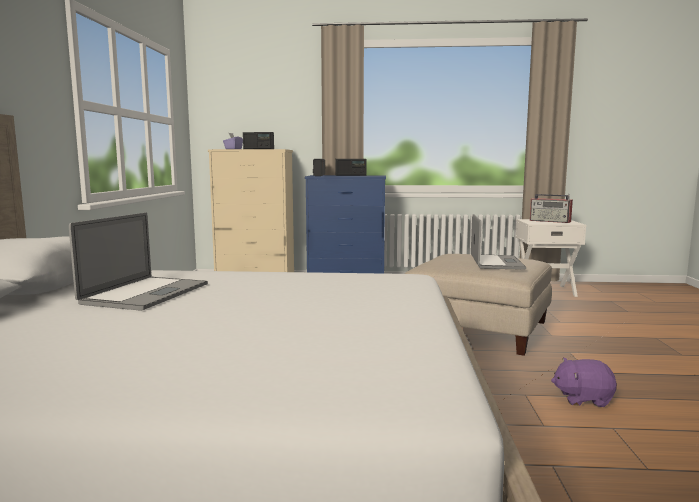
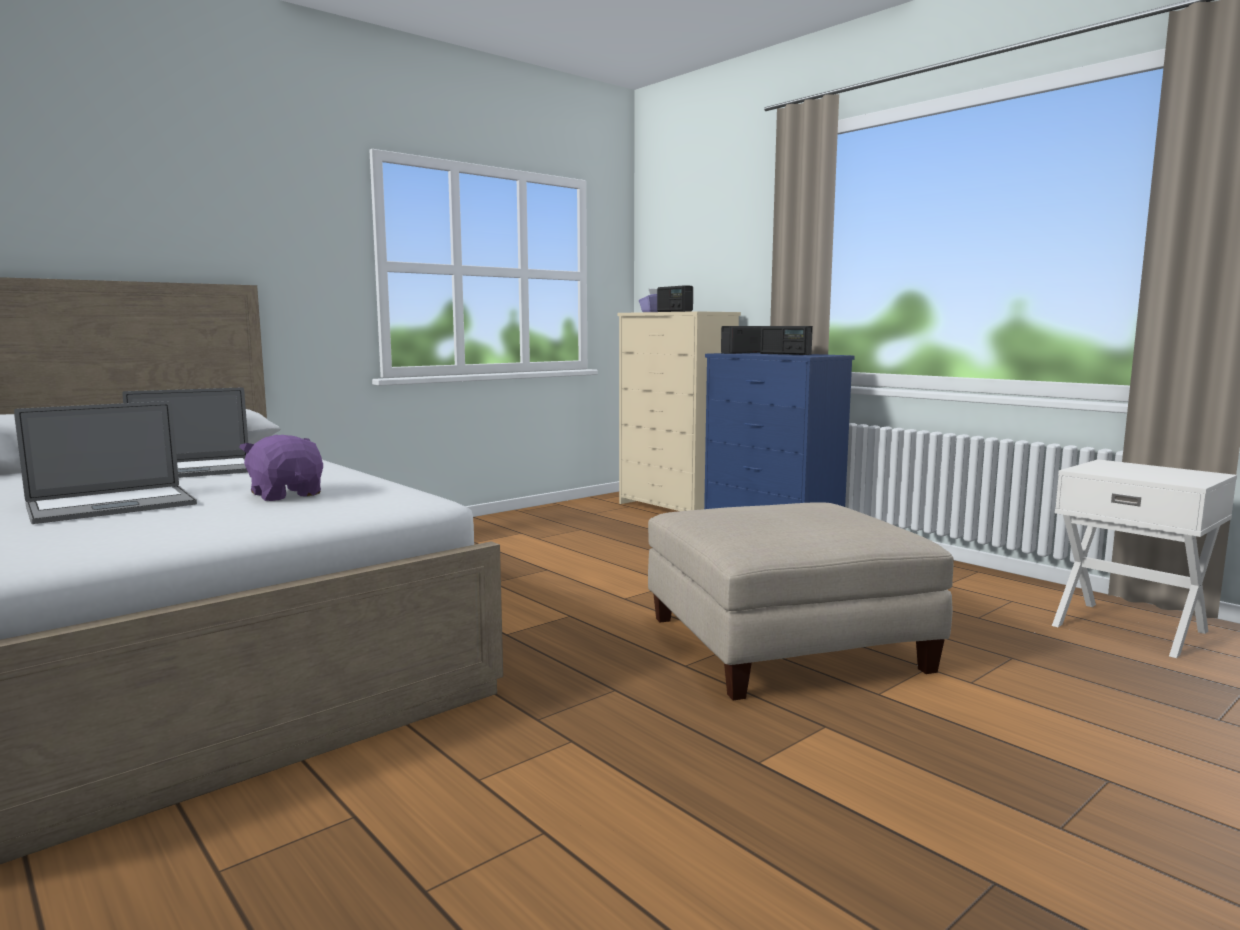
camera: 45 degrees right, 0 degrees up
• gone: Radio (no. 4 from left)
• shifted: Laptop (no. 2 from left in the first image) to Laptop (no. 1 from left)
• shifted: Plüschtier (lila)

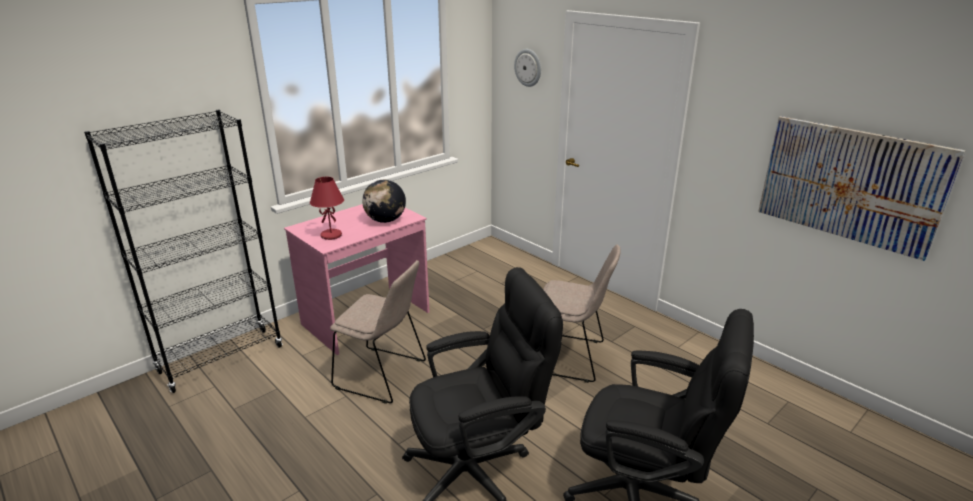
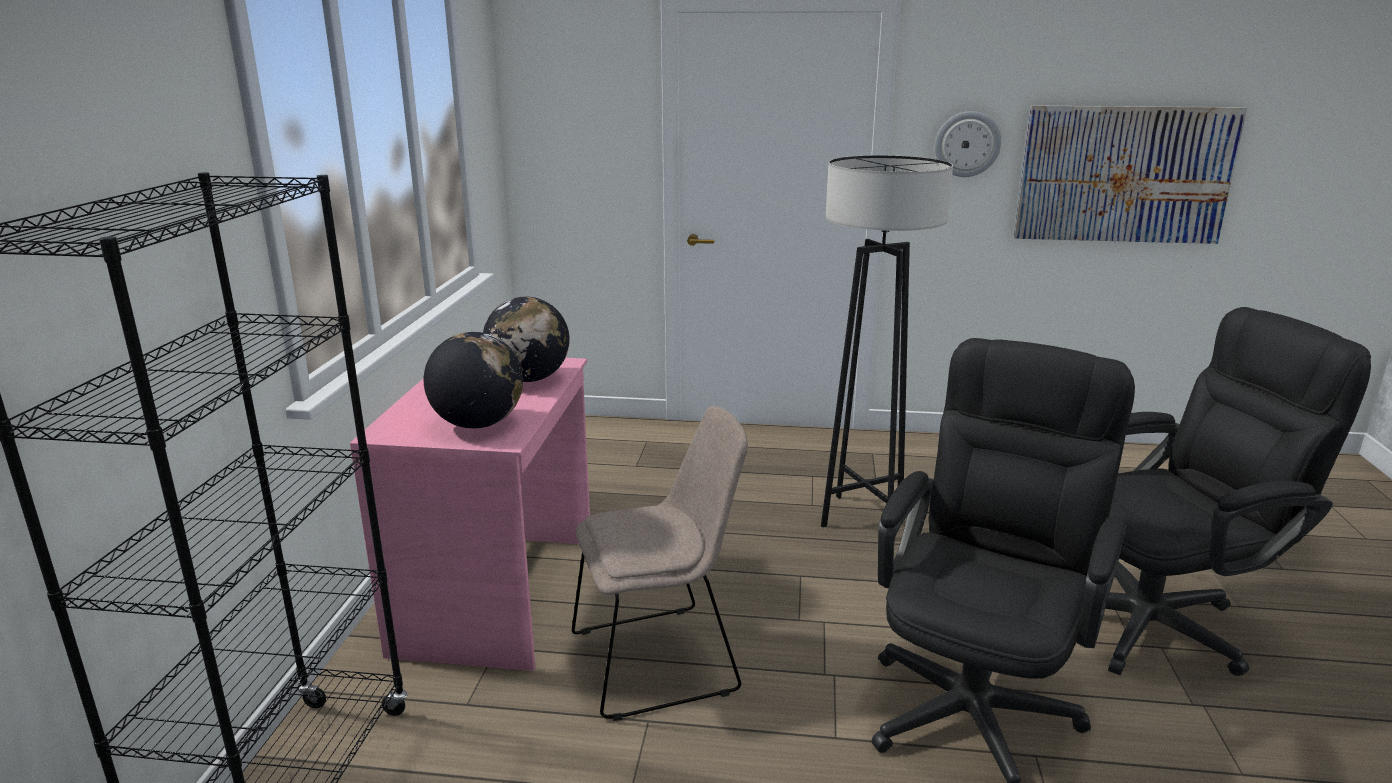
camera: 40 degrees left, 5 degrees down
• shifted: Wanduhr
• swapped: Tischlampe (rot) to Globus (no. 1 from left)
• swapped: Stuhl (beige) (no. 2 from left) to Stehlampe (grau)

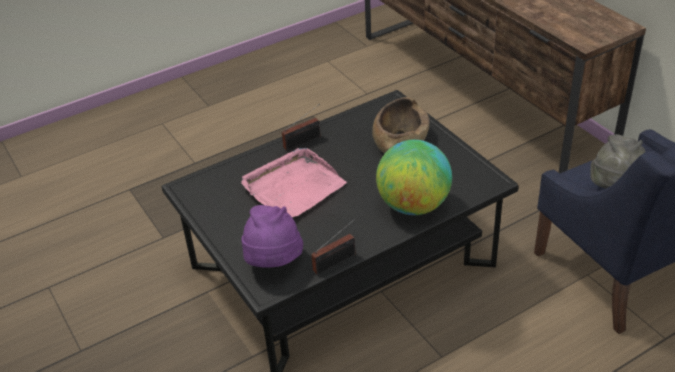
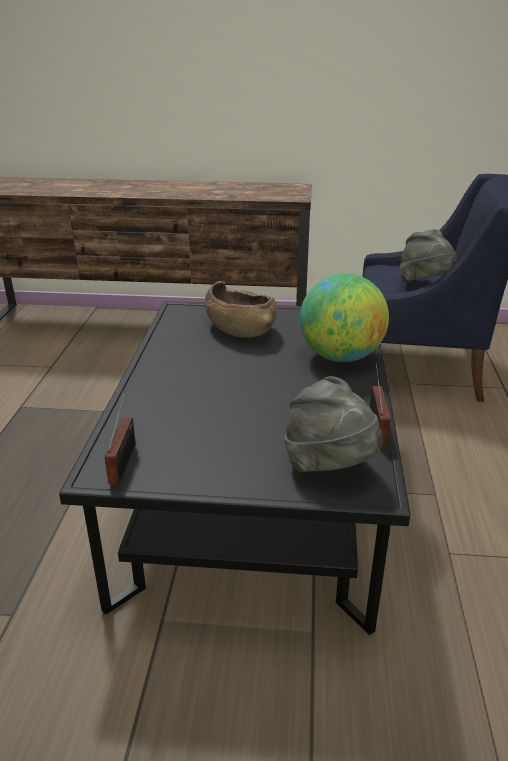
camera: 55 degrees left, 10 degrees down
• shifted: Radio (no. 1 from left)
• gone: Tablett (rosa)
• repainted: Hut (lila) to Hut (grau) (no. 1 from left)

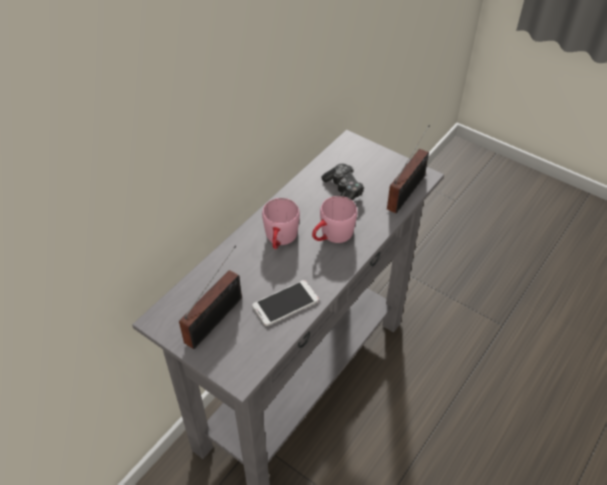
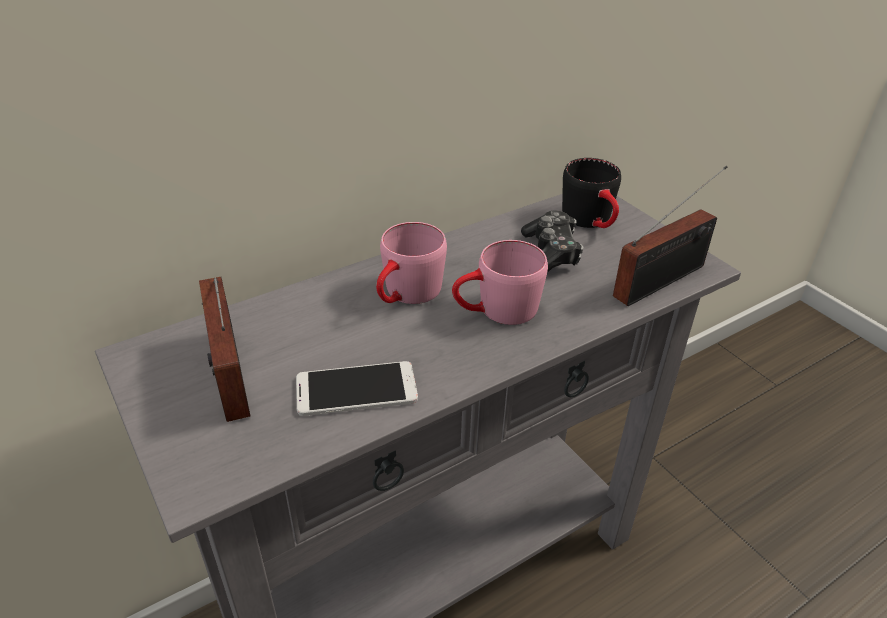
camera: 20 degrees right, 10 degrees down
• rotated: Radio (no. 1 from left) 105 degrees clockwise
• new: Henkelbecher (schwarz)

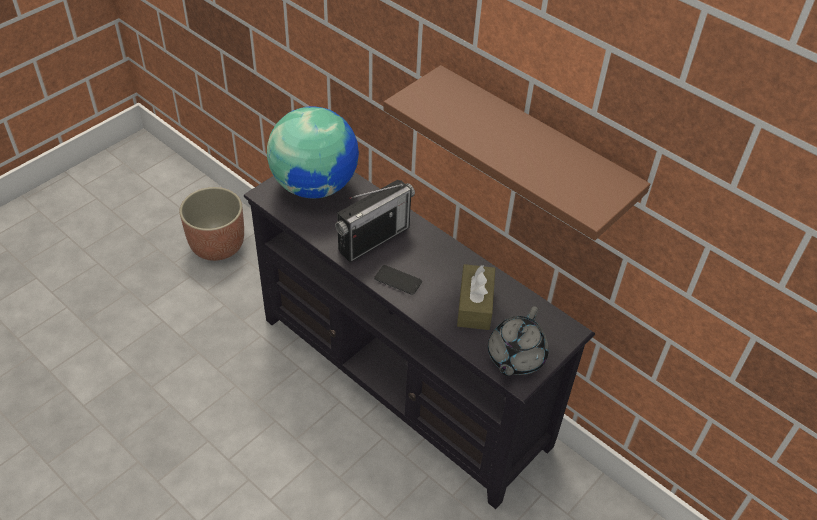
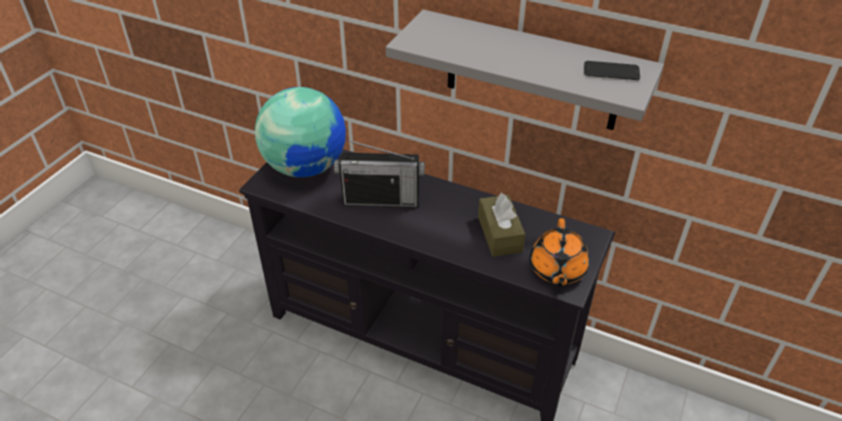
camera: 15 degrees left, 5 degrees down
• repainted: Wandregal (braun) to Wandregal (grau)
• rotated: Radio 60 degrees clockwise
• gone: Pflanzkübel
• shifted: Handy
• repainted: Teekanne (grau) to Teekanne (orange)

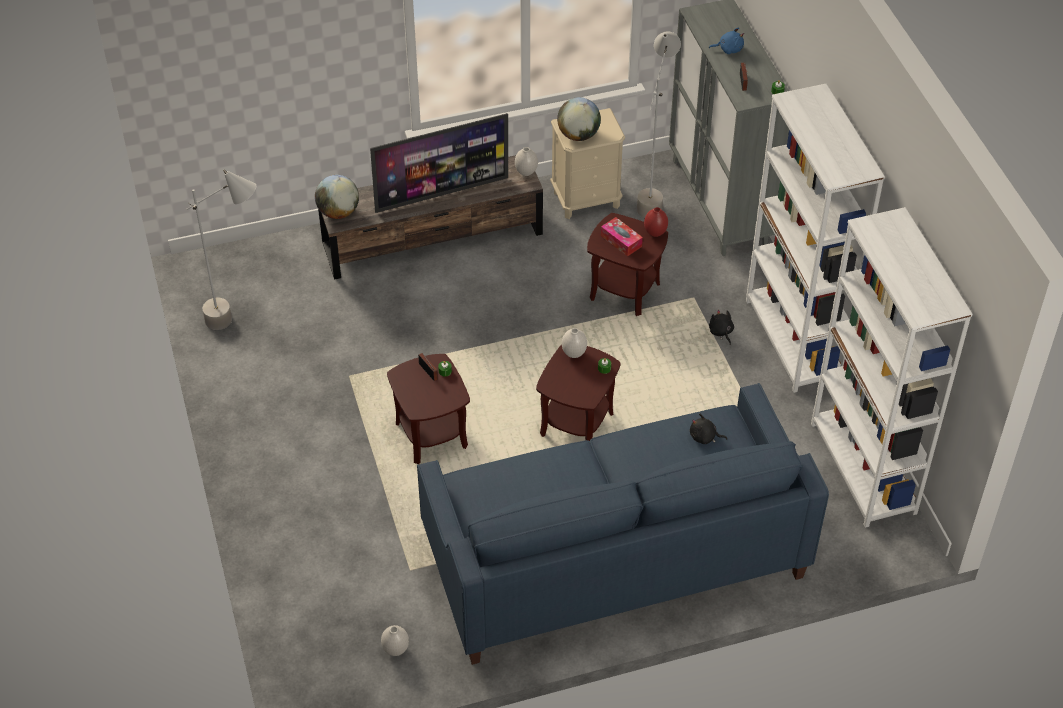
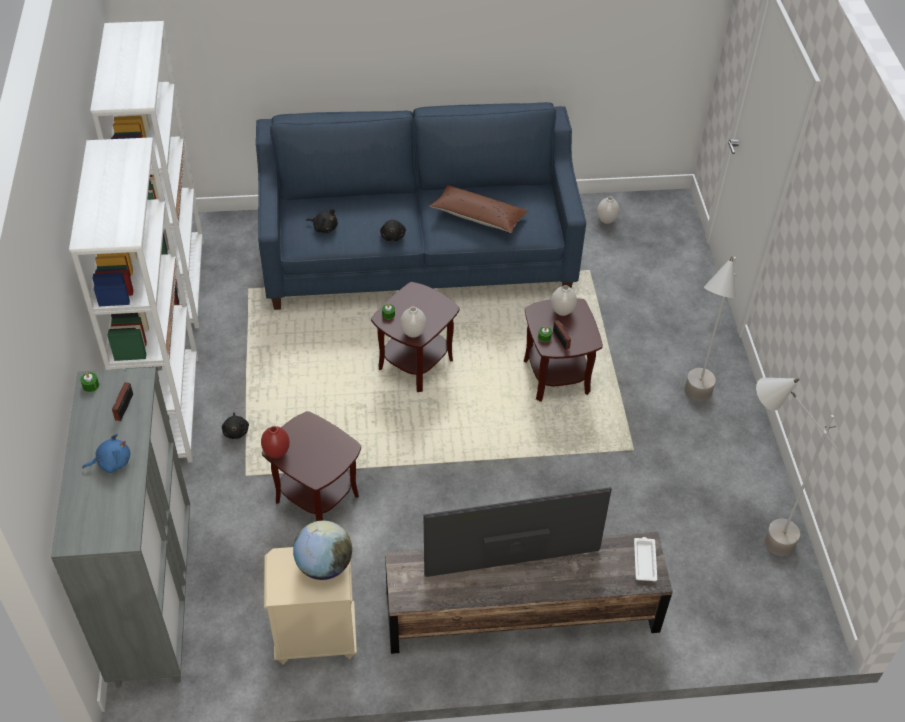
camera: 170 degrees left, 0 degrees up
• rotated: Plüschtier (blau) 150 degrees clockwise
• shifted: Stehlampe (grau) (no. 2 from left in the first image) to Stehlampe (grau) (no. 1 from left)
• shifted: Vase (weiß) (no. 2 from left)
• swapped: Globus (no. 1 from left) to Tablett (weiß)
• gone: Taschentuchbox
• new: Kissen (braun)
• new: Plüschtier (schwarz) (no. 3 from left)

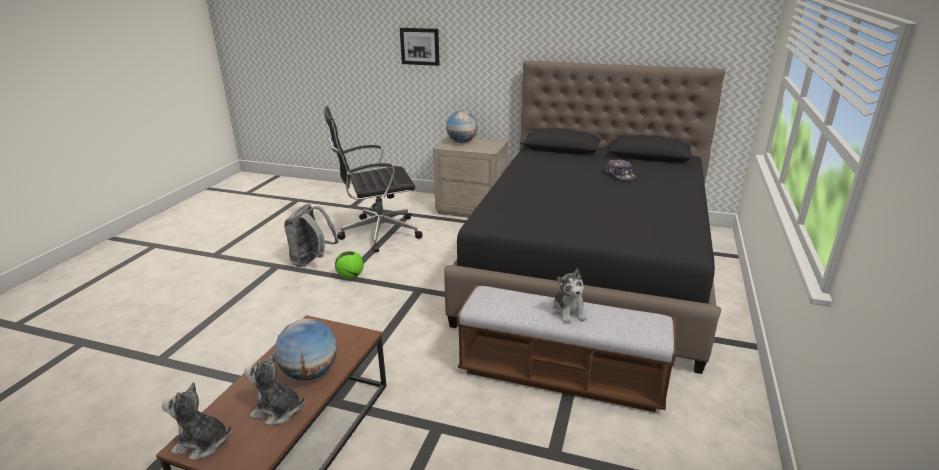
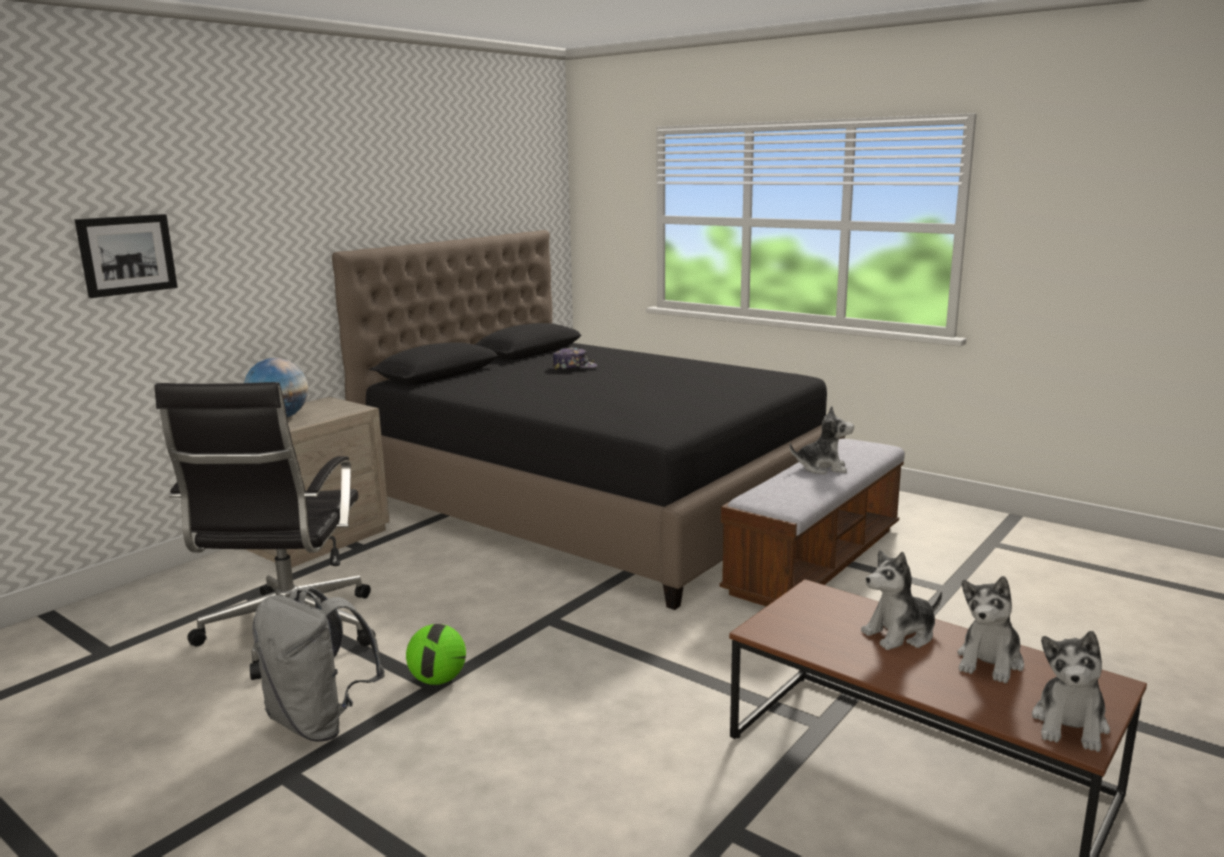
camera: 70 degrees left, 10 degrees down
• swapped: Globus (no. 1 from left) to Plüschtier (no. 2 from left)

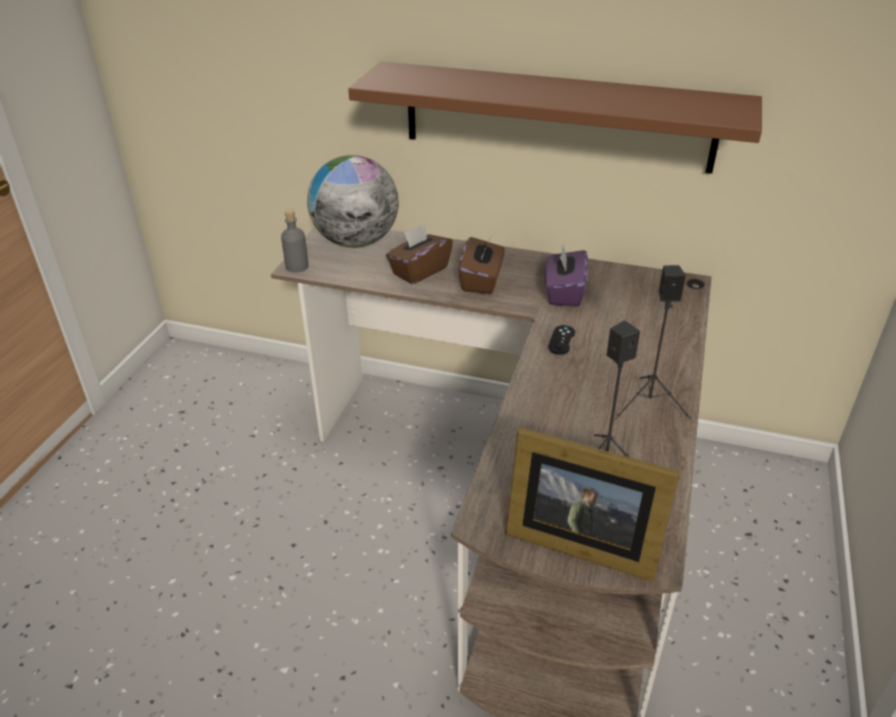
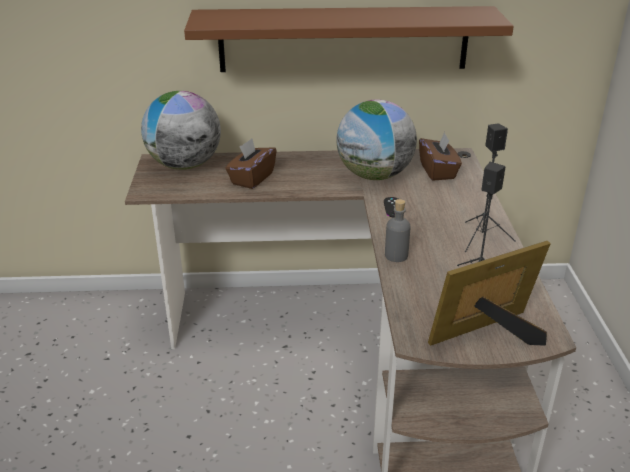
camera: 20 degrees left, 5 degrees down
• shifted: Flasche (grau)
• shifted: Taschentuchbox (braun) (no. 2 from left)
• swapped: Taschentuchbox (lila) to Globus (no. 2 from left)
• rotated: Bilderrahmen 150 degrees clockwise

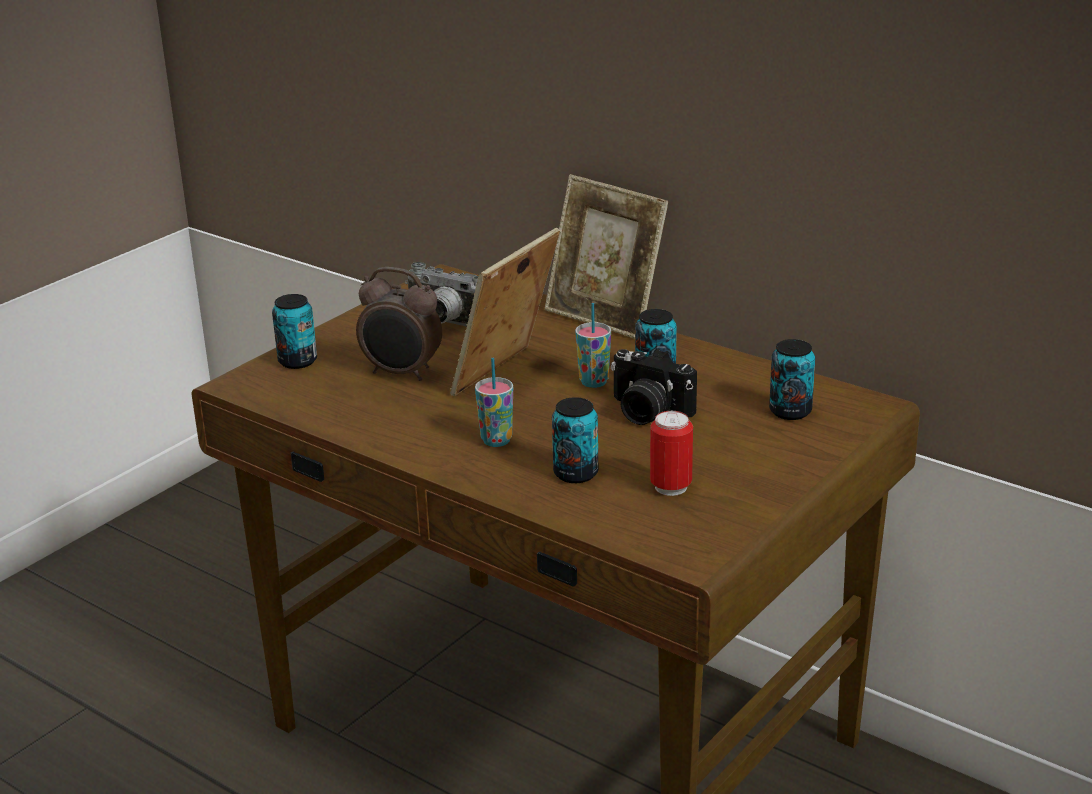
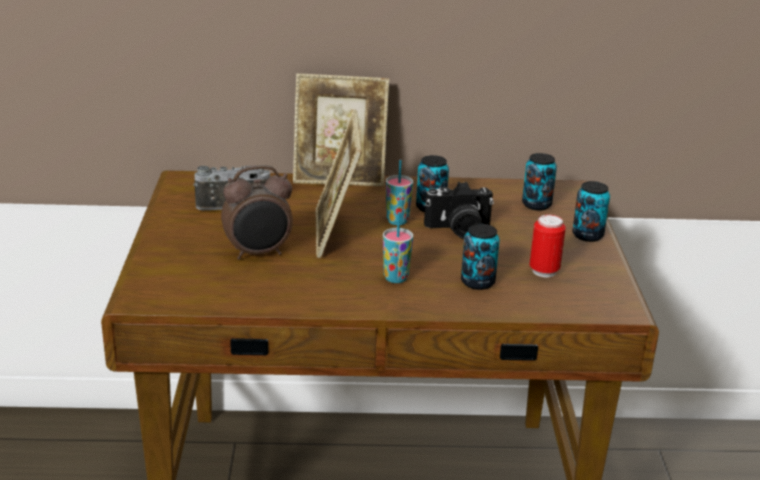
camera: 40 degrees left, 0 degrees up
• shifted: Dose (no. 1 from left in the first image) to Dose (no. 5 from left)

